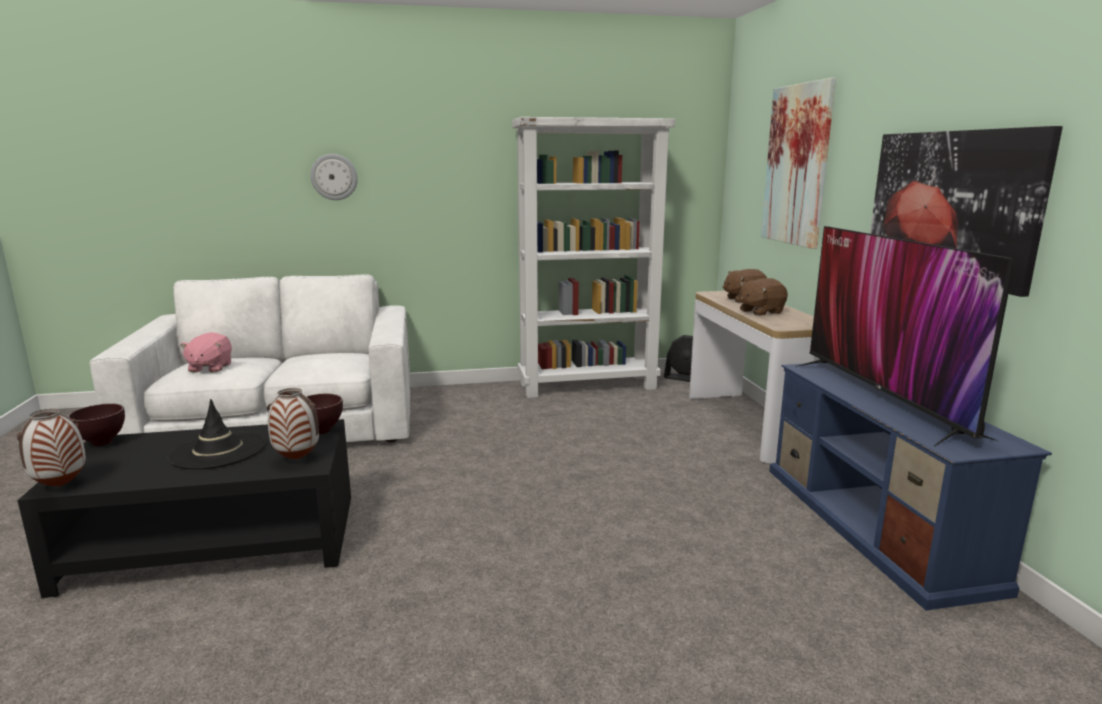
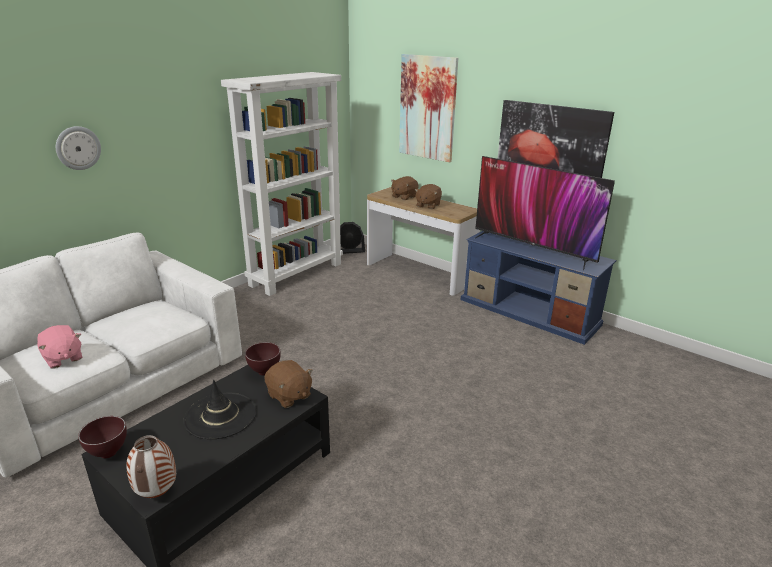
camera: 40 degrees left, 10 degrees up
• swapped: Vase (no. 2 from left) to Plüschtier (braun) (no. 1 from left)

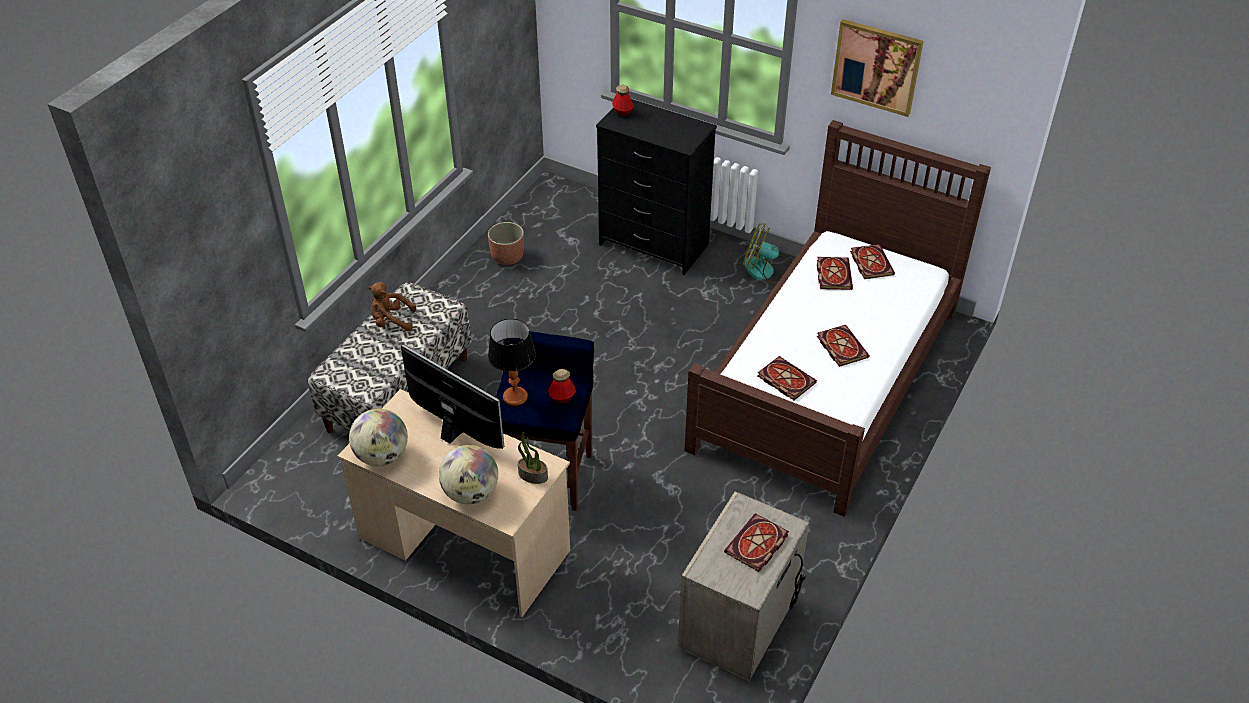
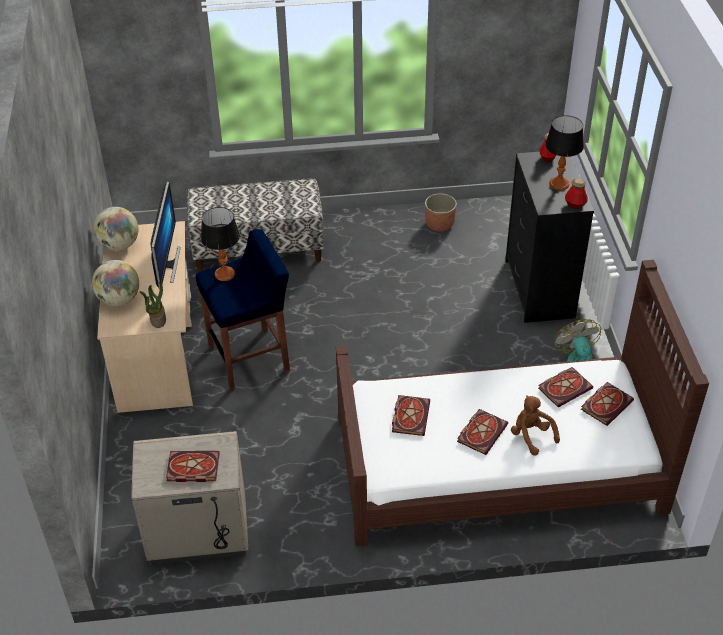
camera: 55 degrees right, 0 degrees up
• gone: Bild
• shifted: Plüschtier (braun)
• shifted: Flasche (no. 1 from left in the first image) to Flasche (no. 2 from left)
• new: Tischlampe (no. 2 from left)

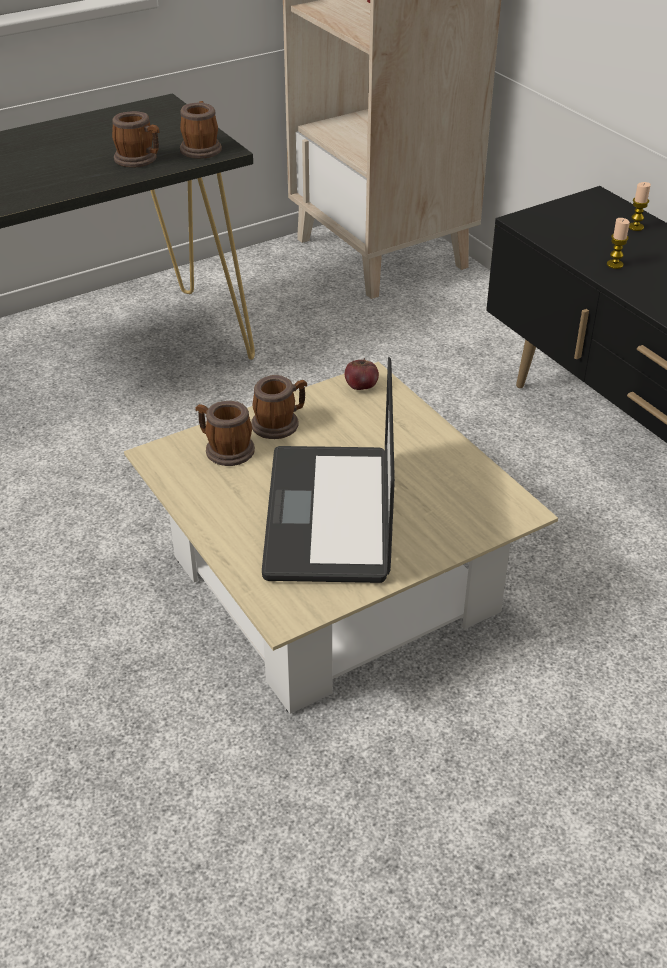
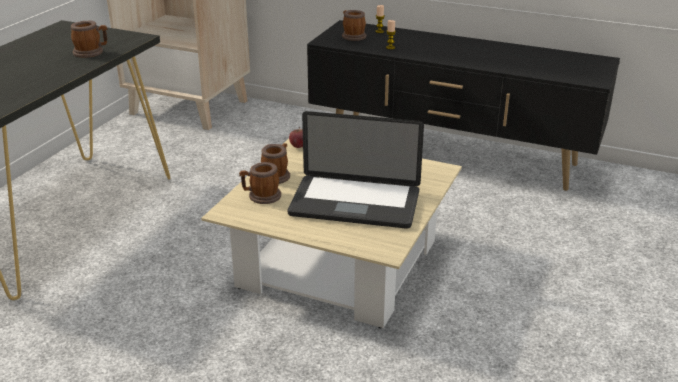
camera: 35 degrees left, 10 degrees down
• shifted: Henkelbecher (no. 2 from left in the first image) to Henkelbecher (no. 4 from left)
• rotated: Laptop 45 degrees counterclockwise

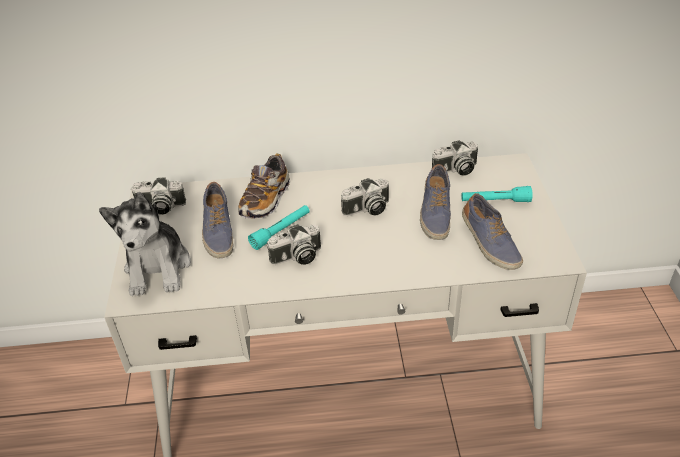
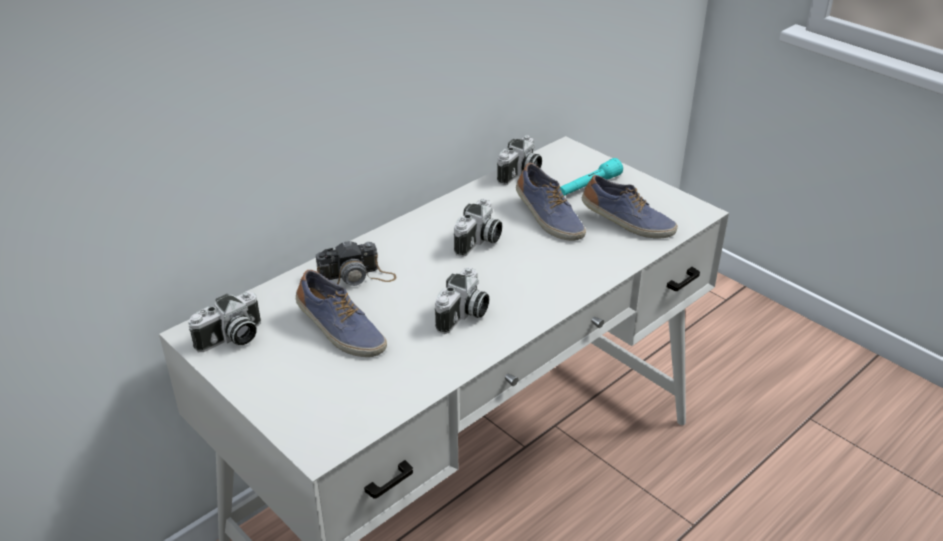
camera: 40 degrees left, 5 degrees down
• swapped: Schuh (no. 2 from left) to Kamera (no. 2 from left)
• gone: Plüschtier
• gone: Taschenlampe (türkis) (no. 1 from left)

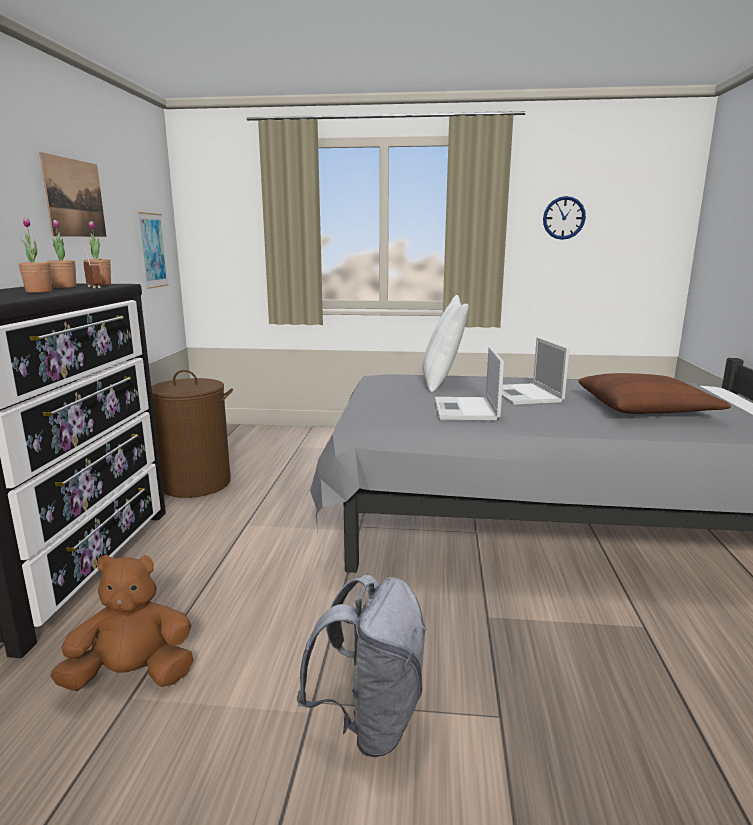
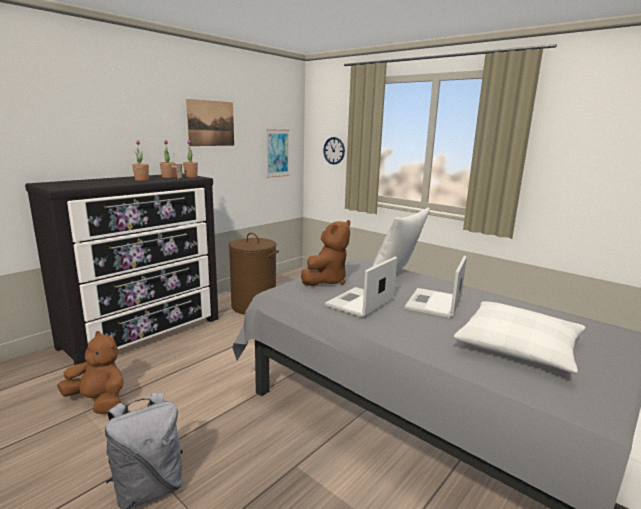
camera: 35 degrees right, 0 degrees up
• shifted: Wanduhr
• repainted: Kissen (braun) to Kissen (weiß) (no. 2 from left)
• new: Plüschtier (braun) (no. 2 from left)

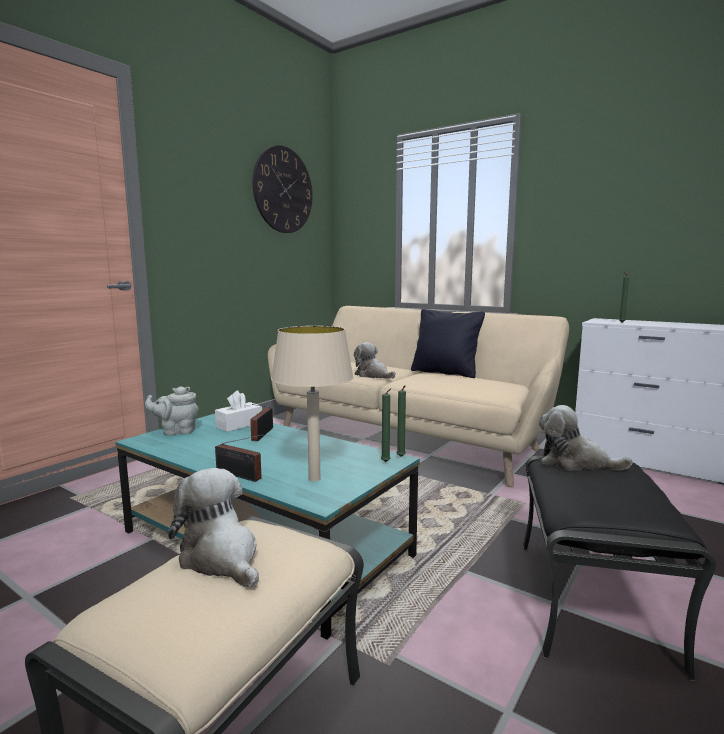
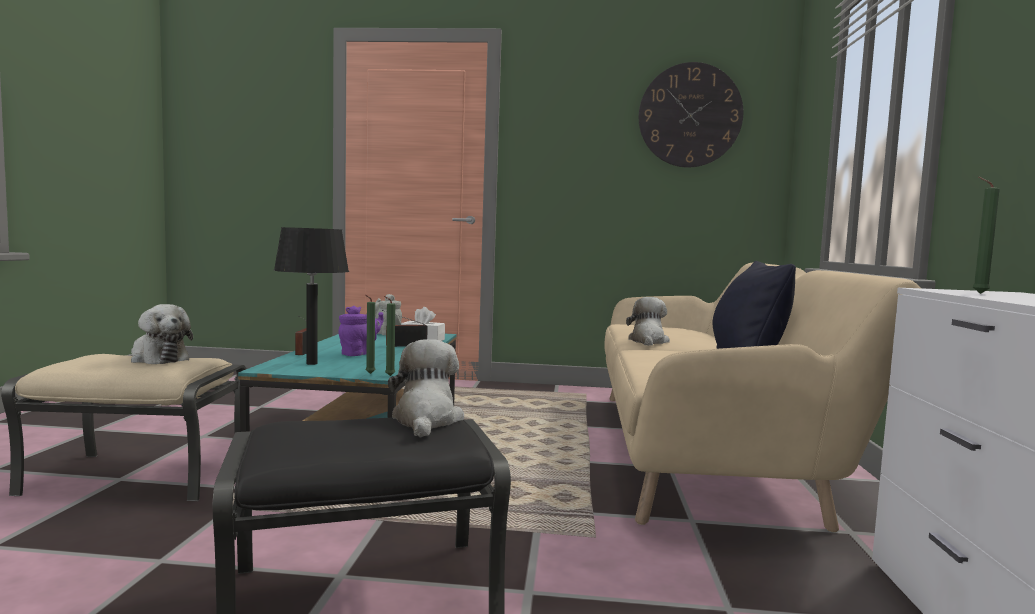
camera: 60 degrees right, 5 degrees down
• repainted: Tischlampe (beige) to Tischlampe (schwarz)
• rotated: Plüschtier (no. 1 from left) 105 degrees clockwise
• new: Teekanne (lila)

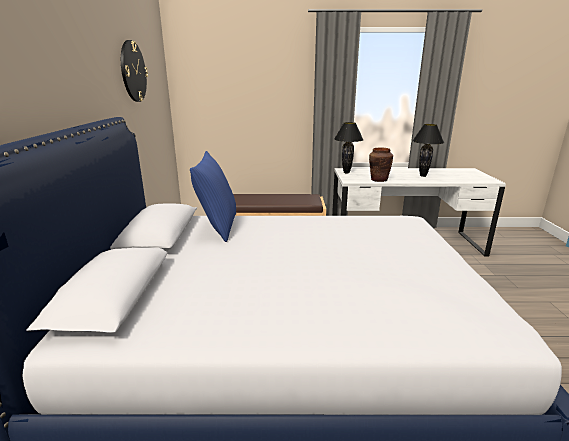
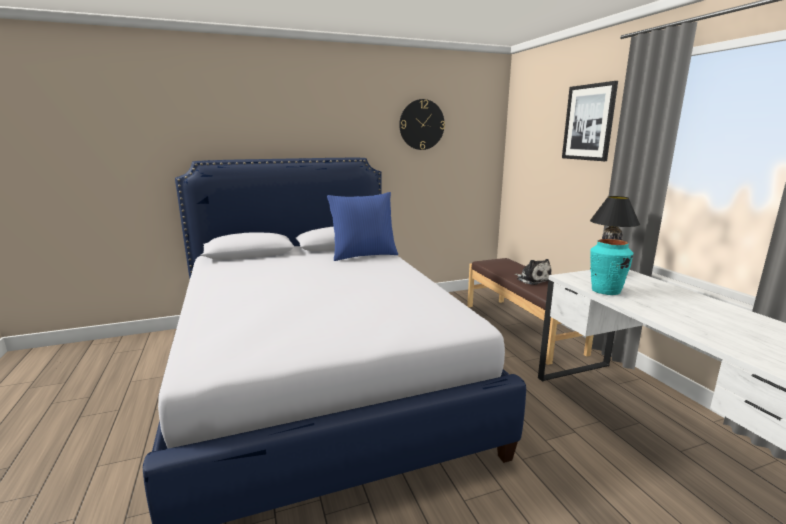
camera: 70 degrees right, 5 degrees down
• gone: Tischlampe (schwarz) (no. 2 from left)
• repainted: Vase (braun) to Vase (türkis)
• new: Bild
• new: Plüschtier

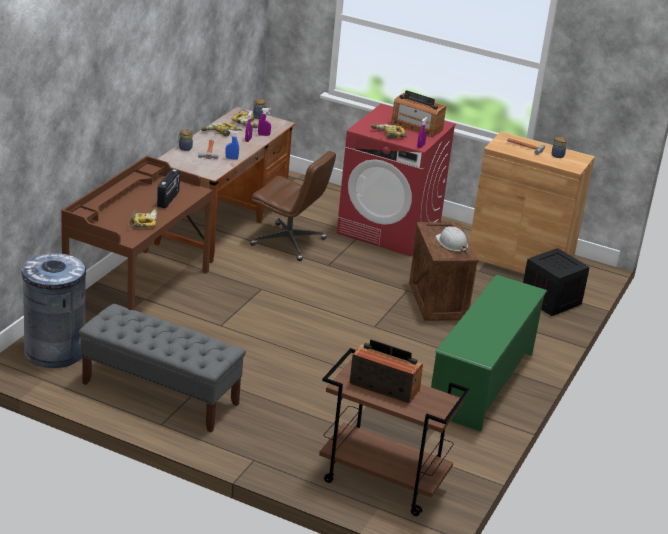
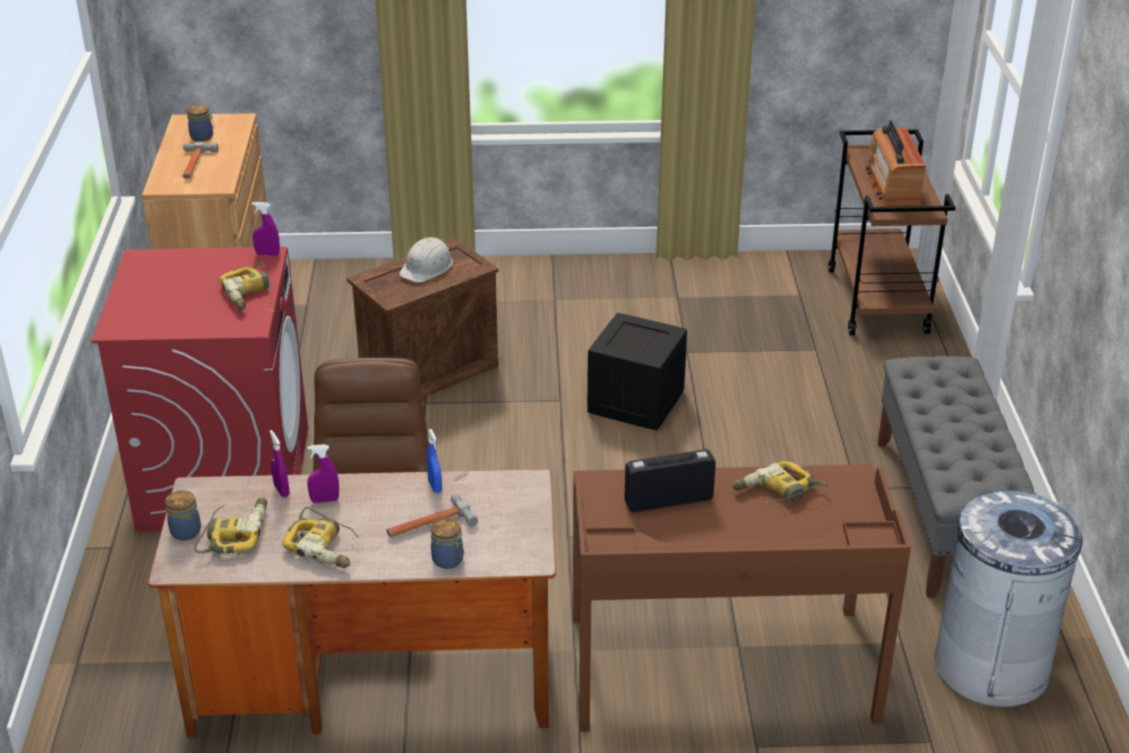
camera: 115 degrees left, 5 degrees up
• gone: Radio (no. 3 from left)
• shifted: Kiste (no. 2 from left)
• gone: Schuhregal (grün)

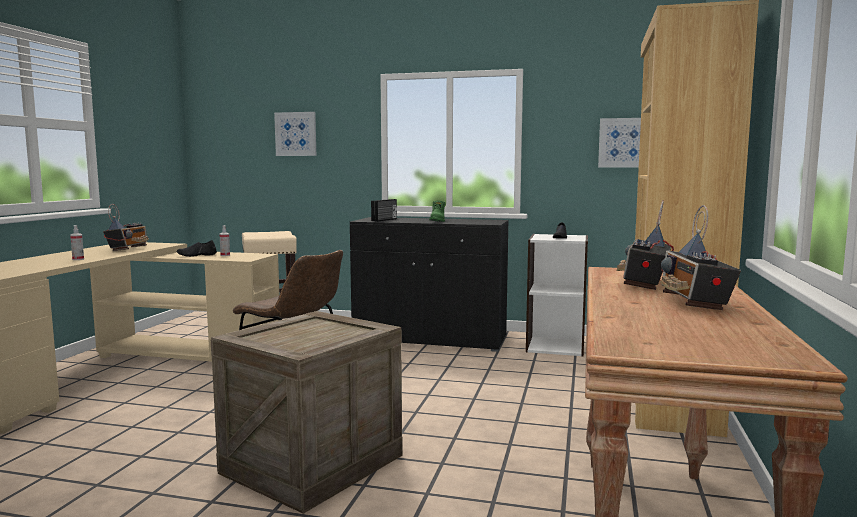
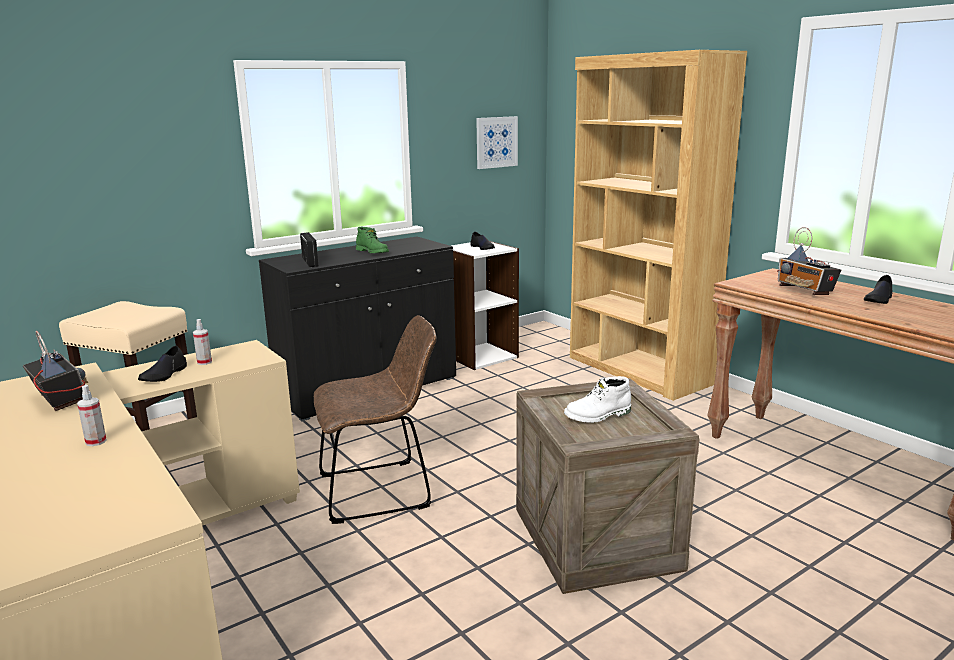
camera: 50 degrees left, 10 degrees up
• gone: Bild (no. 1 from left)
• swapped: Radio (no. 4 from left) to Schuh (schwarz) (no. 3 from left)
• new: Stiefel (weiß)

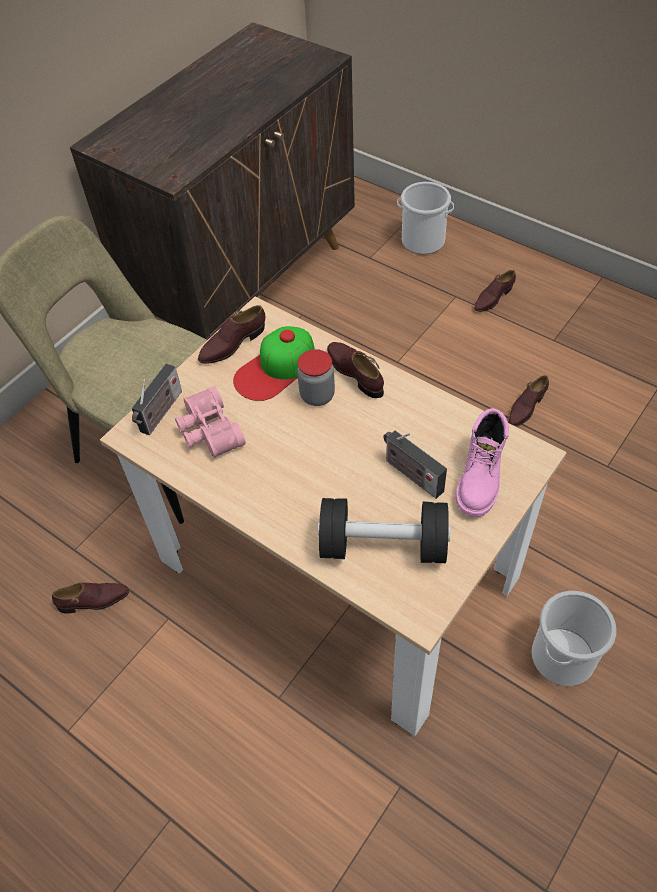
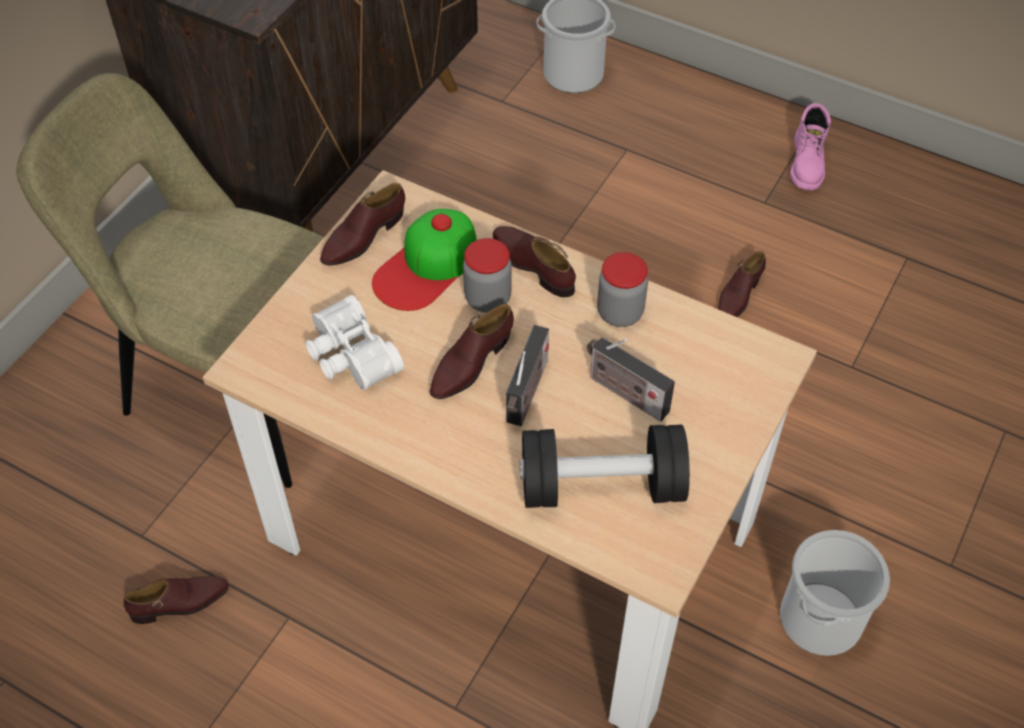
camera: 10 degrees left, 0 degrees up
• shifted: Schuh (braun) (no. 4 from left in the first image) to Schuh (braun) (no. 3 from left)
• shifted: Radio (no. 1 from left)
• repainted: Fernglas (rosa) to Fernglas (weiß)
• shifted: Stiefel (rosa)
• new: Vorratsglas (no. 2 from left)

